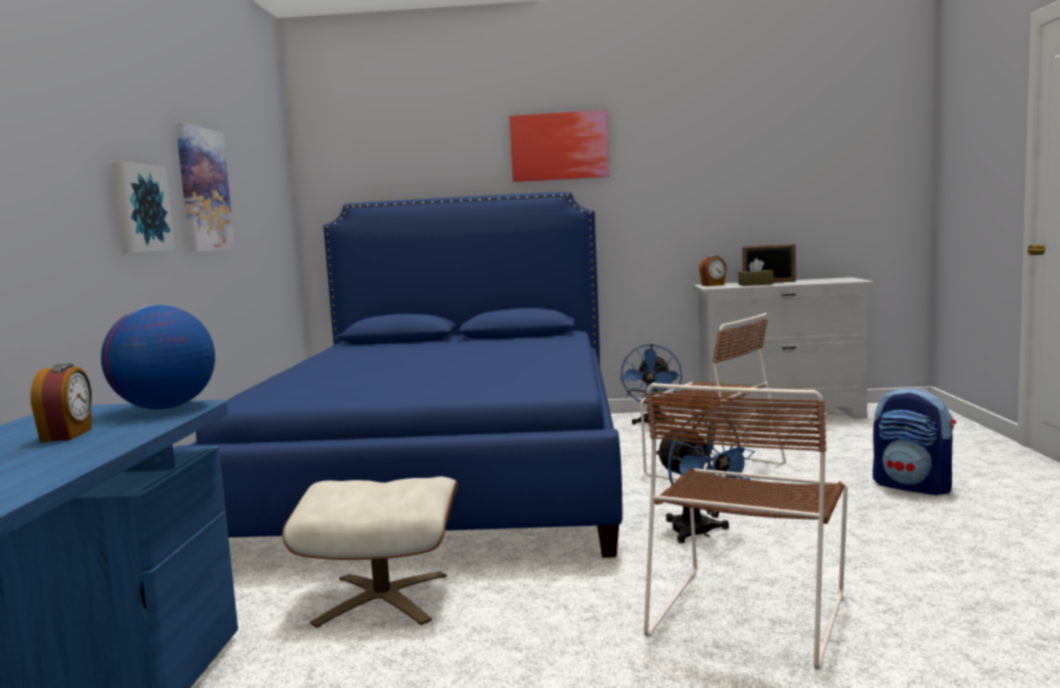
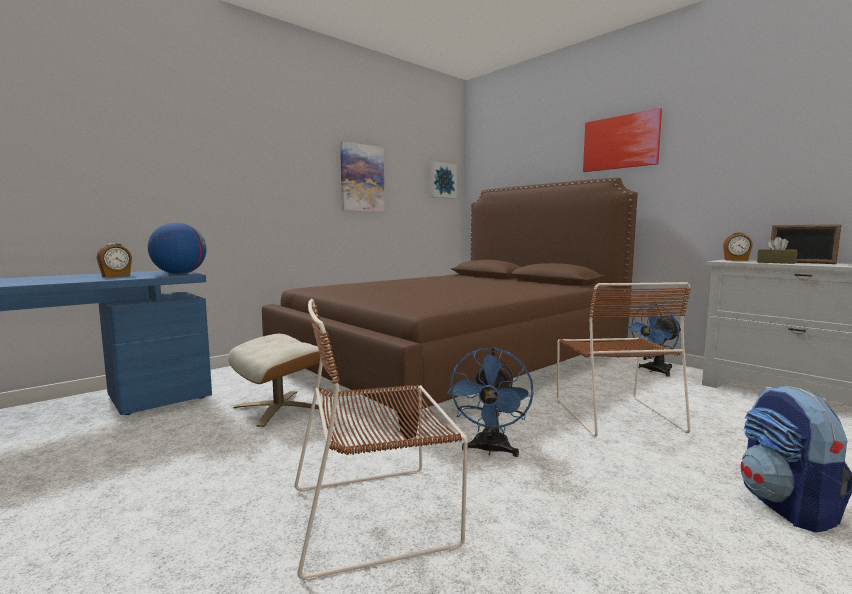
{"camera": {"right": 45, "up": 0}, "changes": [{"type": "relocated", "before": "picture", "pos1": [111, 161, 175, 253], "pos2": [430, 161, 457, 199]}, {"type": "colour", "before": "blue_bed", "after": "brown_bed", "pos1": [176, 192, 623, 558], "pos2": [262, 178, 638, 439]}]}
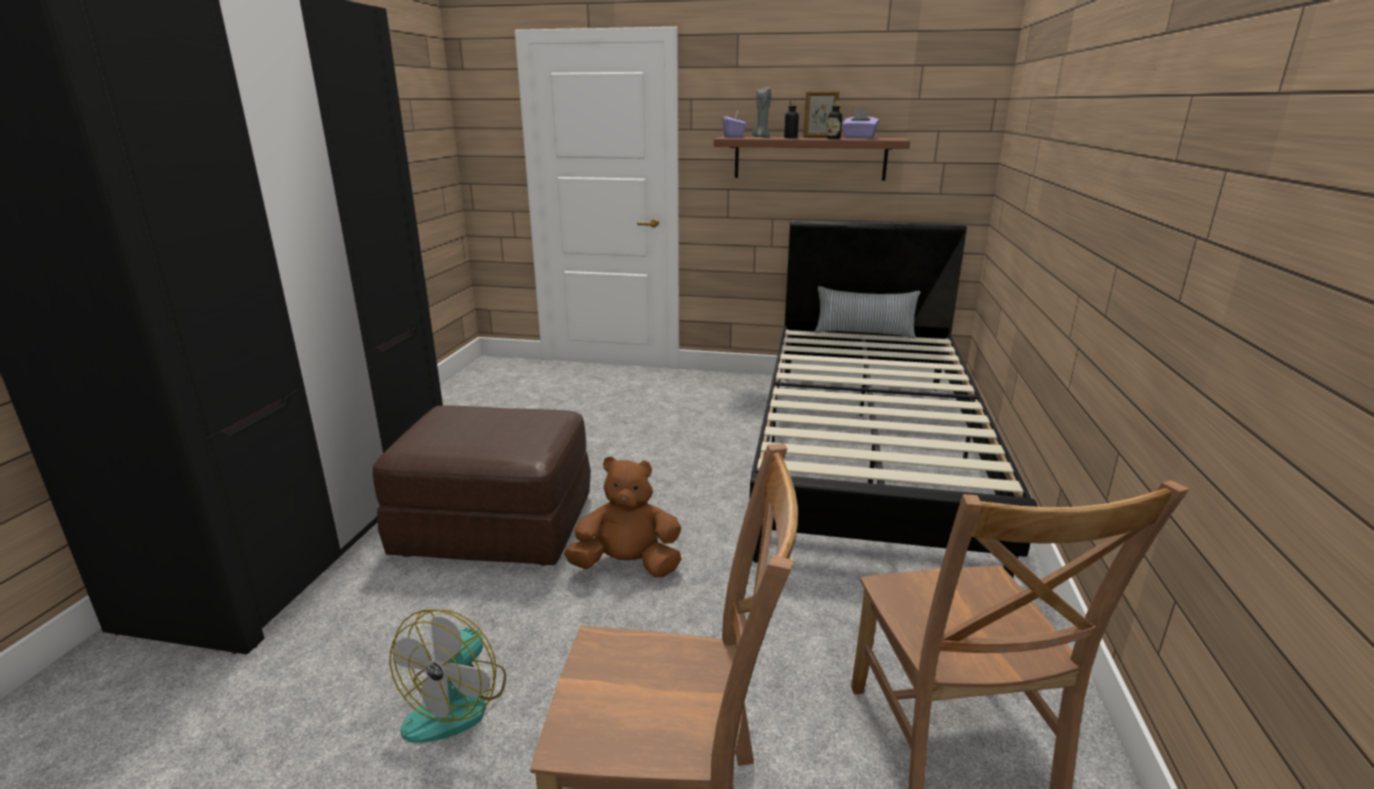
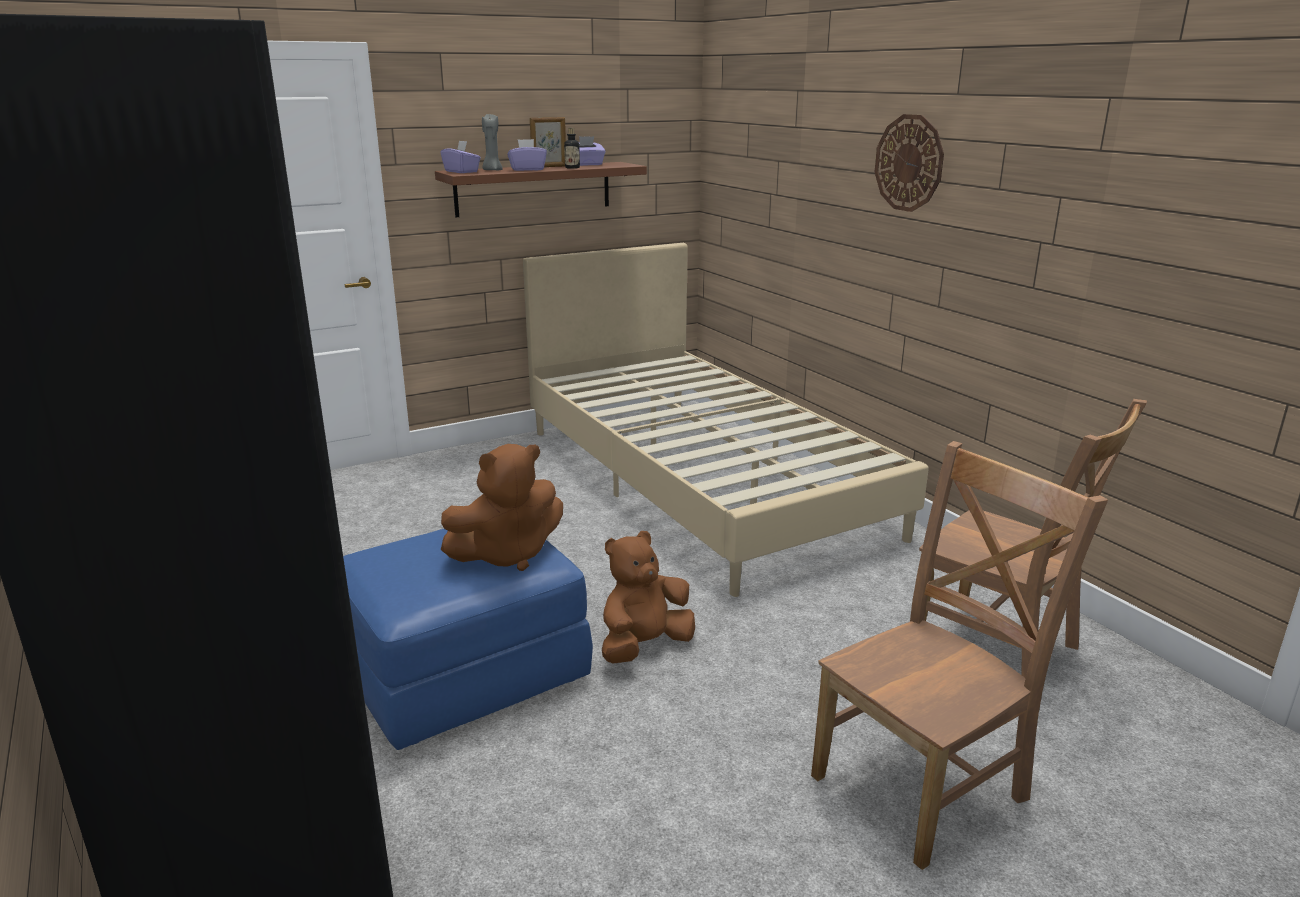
{"camera": {"right": -40, "up": 0}, "changes": [{"type": "missing", "before": "fan", "pos1": [390, 609, 506, 743]}, {"type": "missing", "before": "pillow", "pos1": [815, 286, 920, 339]}, {"type": "appeared", "after": "brown_plush_toy", "pos2": [441, 444, 563, 571]}, {"type": "appeared", "after": "wall_clock", "pos2": [875, 114, 944, 212]}, {"type": "exchanged", "before": "bottle", "after": "purple_tissue_box", "pos1": [784, 100, 799, 138], "pos2": [507, 139, 547, 171]}, {"type": "colour", "before": "brown_ottoman", "after": "blue_ottoman", "pos1": [373, 405, 591, 566], "pos2": [343, 529, 593, 750]}, {"type": "colour", "before": "black_bed", "after": "beige_bed", "pos1": [749, 220, 1038, 578], "pos2": [523, 243, 929, 597]}]}
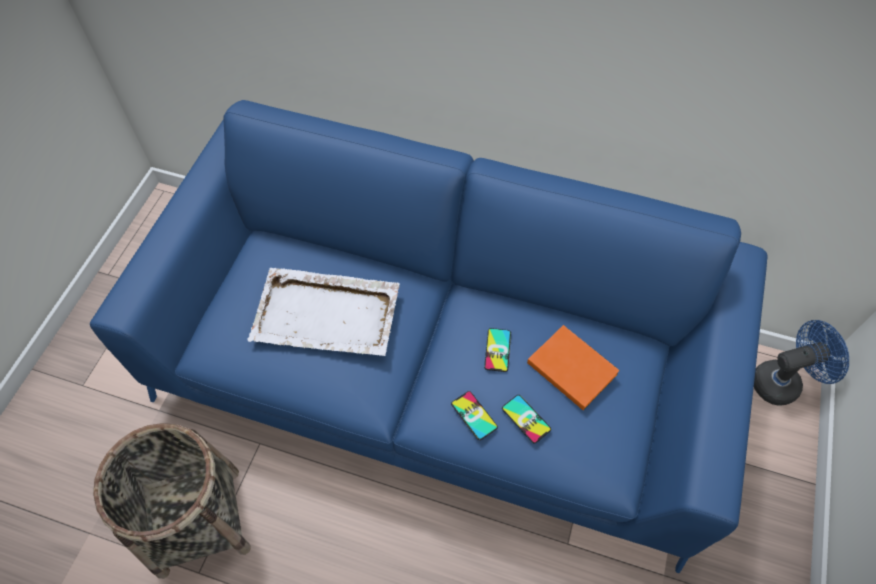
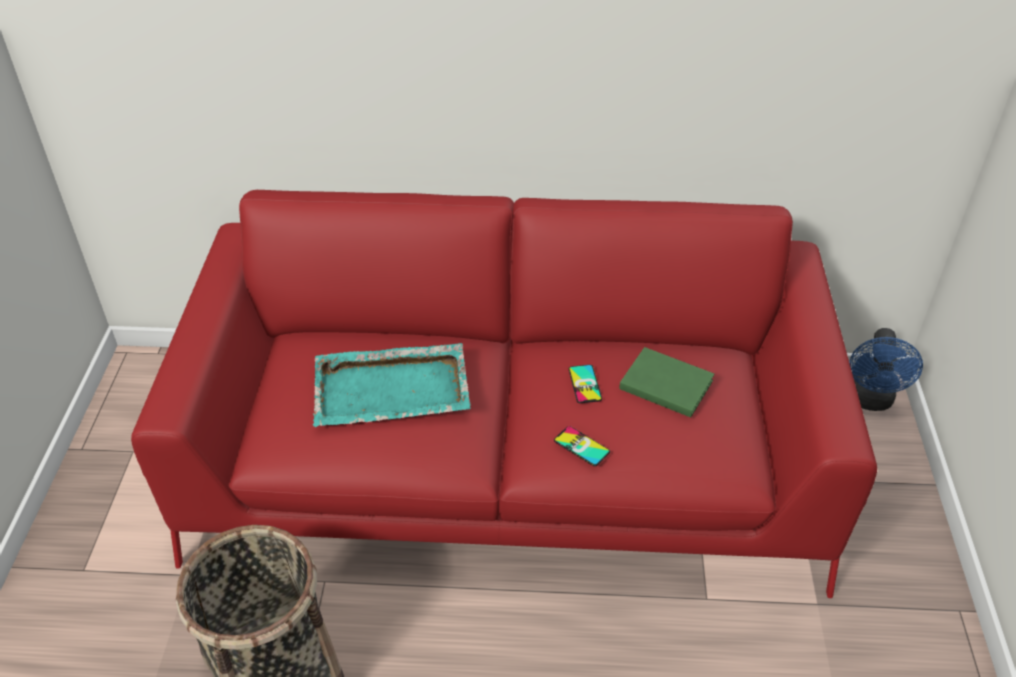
{"camera": {"right": -15, "up": -15}, "changes": [{"type": "missing", "before": "phone", "pos1": [502, 395, 551, 443]}, {"type": "colour", "before": "blue_sofa", "after": "red_sofa", "pos1": [90, 100, 768, 573], "pos2": [131, 190, 877, 598]}, {"type": "colour", "before": "white_tray", "after": "turquoise_tray", "pos1": [248, 268, 400, 356], "pos2": [313, 343, 471, 427]}, {"type": "colour", "before": "orange_book", "after": "green_book", "pos1": [527, 325, 620, 410], "pos2": [619, 347, 714, 417]}, {"type": "spun", "before": "blue_fan", "pos1": [754, 320, 849, 406], "pos2": [849, 328, 923, 411], "turn": 135}]}
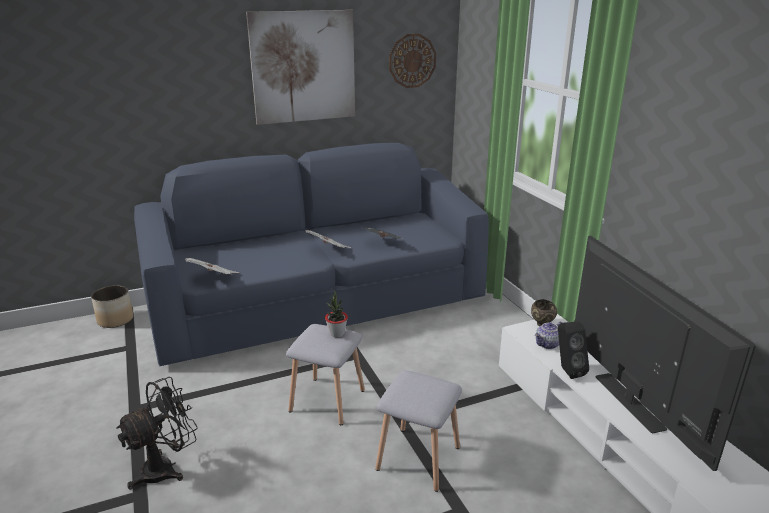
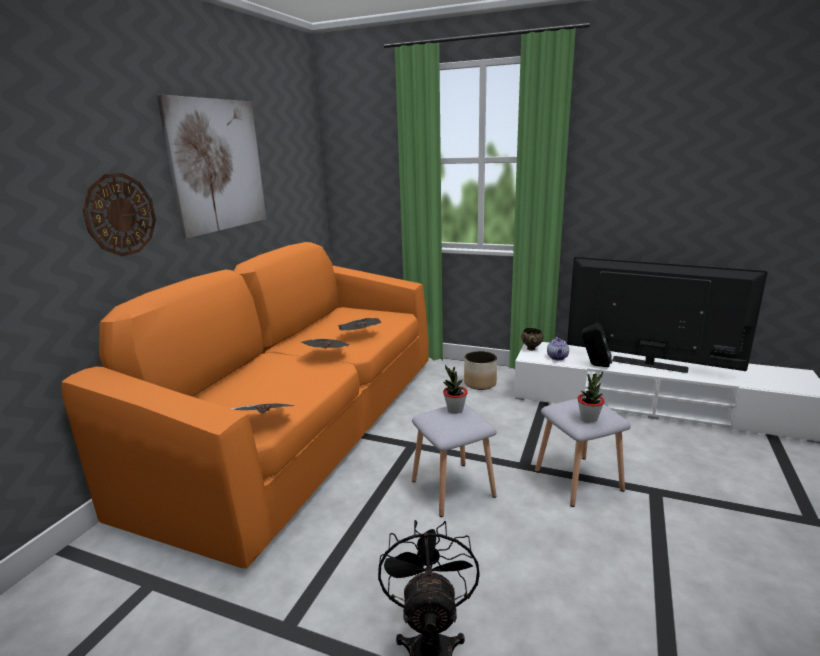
{"camera": {"right": -45, "up": -5}, "changes": [{"type": "appeared", "after": "potted_plant", "pos2": [577, 372, 605, 423]}, {"type": "relocated", "before": "planter", "pos1": [91, 285, 133, 328], "pos2": [464, 351, 497, 390]}, {"type": "relocated", "before": "wall_clock", "pos1": [389, 34, 436, 88], "pos2": [83, 173, 156, 256]}, {"type": "colour", "before": "blue_sofa", "after": "orange_sofa", "pos1": [134, 143, 489, 366], "pos2": [61, 242, 429, 568]}]}
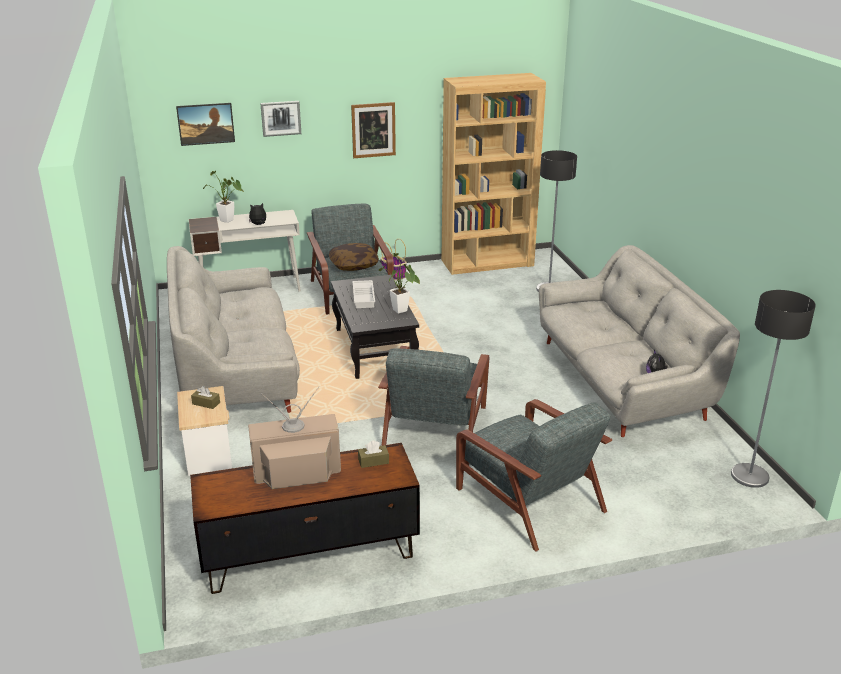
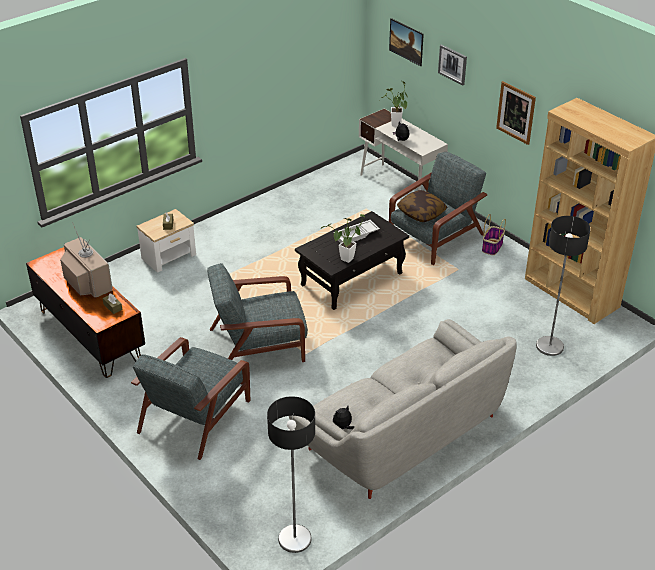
{"camera": {"right": 65, "up": 10}, "changes": [{"type": "missing", "before": "grey_sofa", "pos1": [167, 246, 300, 413]}]}
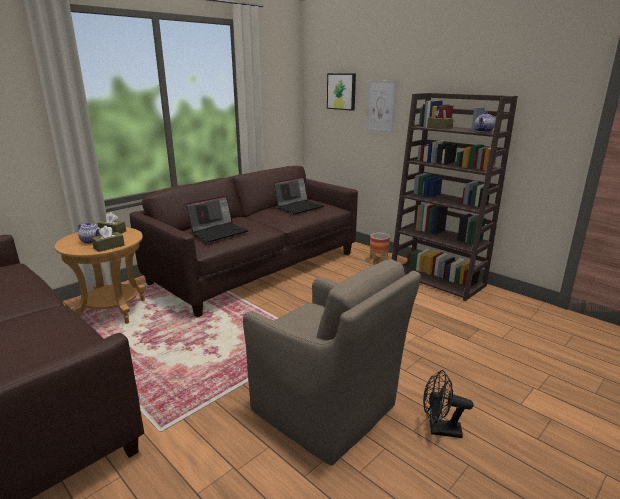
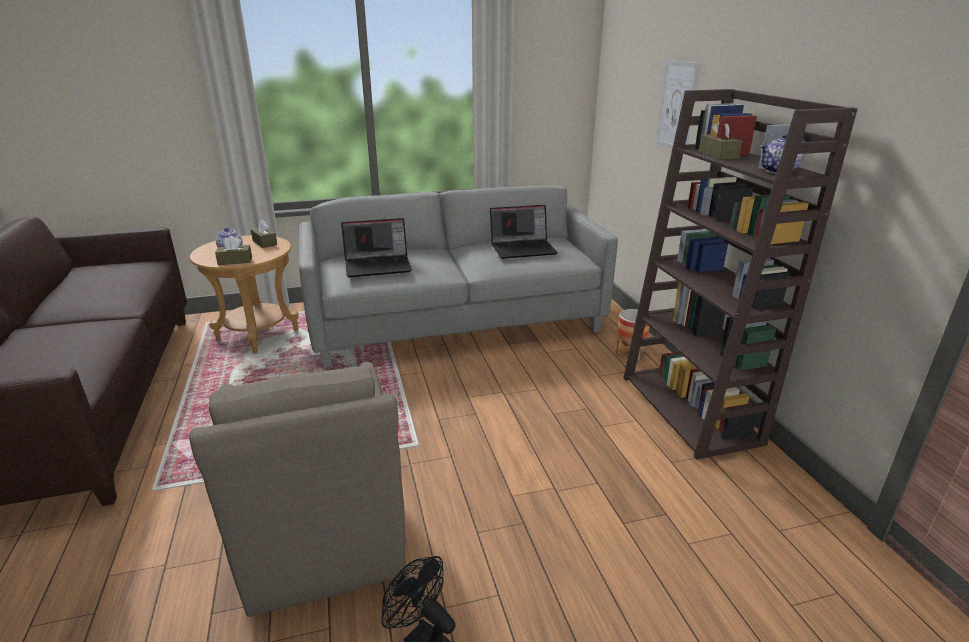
{"camera": {"right": 30, "up": 5}, "changes": [{"type": "missing", "before": "picture", "pos1": [327, 73, 356, 111]}, {"type": "colour", "before": "brown_sofa", "after": "grey_sofa", "pos1": [130, 166, 358, 317], "pos2": [299, 185, 618, 368]}]}
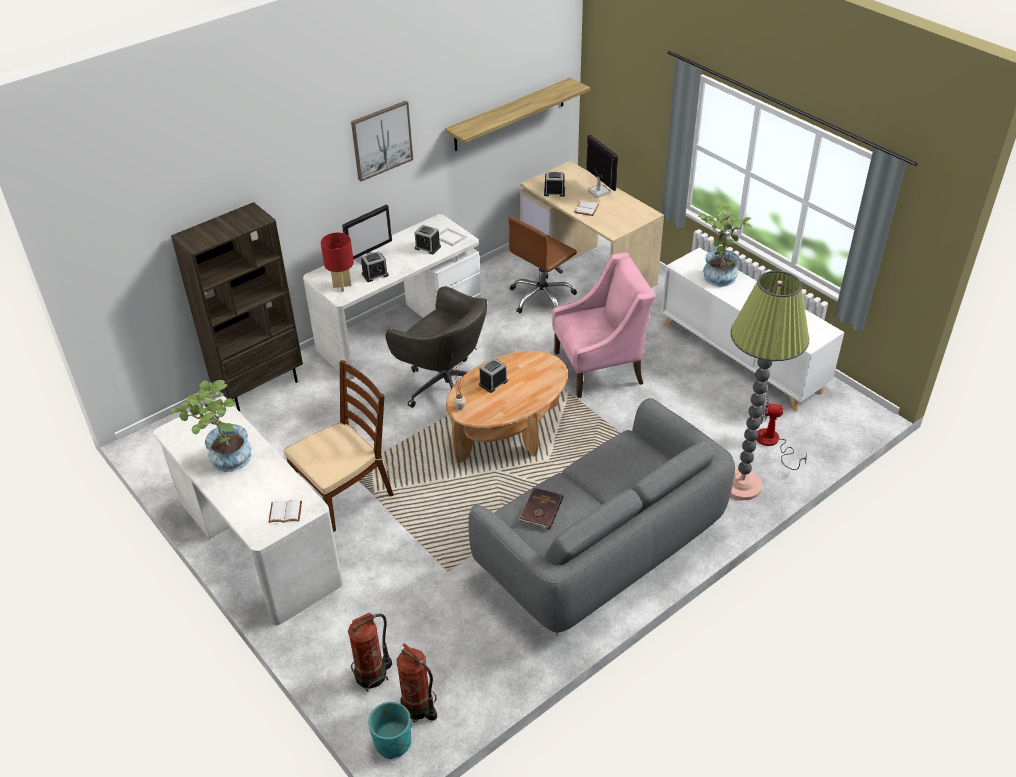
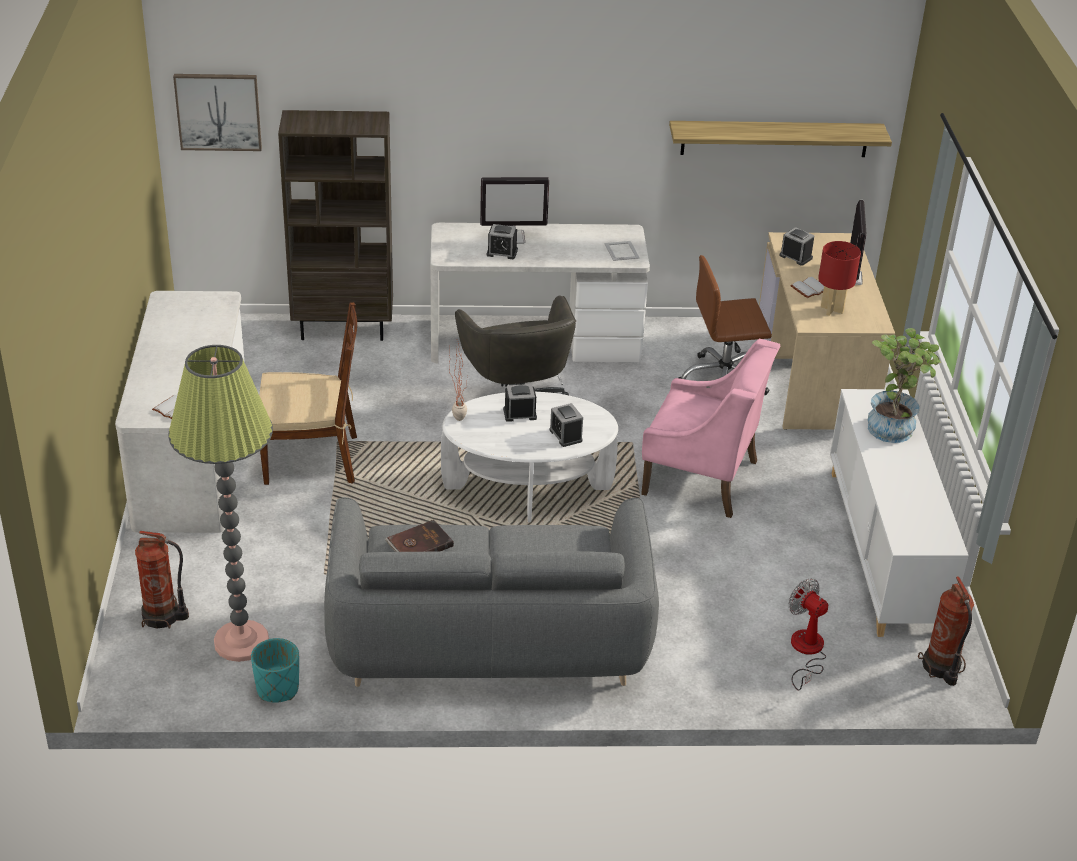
{"camera": {"right": 35, "up": -5}, "changes": [{"type": "missing", "before": "potted_plant", "pos1": [171, 380, 251, 472]}, {"type": "relocated", "before": "red_table_lamp", "pos1": [321, 233, 354, 292], "pos2": [818, 241, 861, 316]}, {"type": "relocated", "before": "picture", "pos1": [351, 101, 413, 181], "pos2": [173, 74, 262, 151]}, {"type": "relocated", "before": "turquoise_planter", "pos1": [368, 702, 411, 759], "pos2": [251, 638, 299, 703]}, {"type": "relocated", "before": "fire_extinguisher", "pos1": [397, 643, 437, 723], "pos2": [918, 576, 974, 686]}, {"type": "relocated", "before": "alarm_clock", "pos1": [415, 225, 441, 254], "pos2": [550, 403, 583, 447]}, {"type": "relocated", "before": "floor_lamp", "pos1": [730, 271, 809, 500], "pos2": [168, 345, 273, 662]}, {"type": "colour", "before": "brown_coffee_table", "after": "white_coffee_table", "pos1": [446, 351, 568, 463], "pos2": [441, 392, 618, 522]}]}
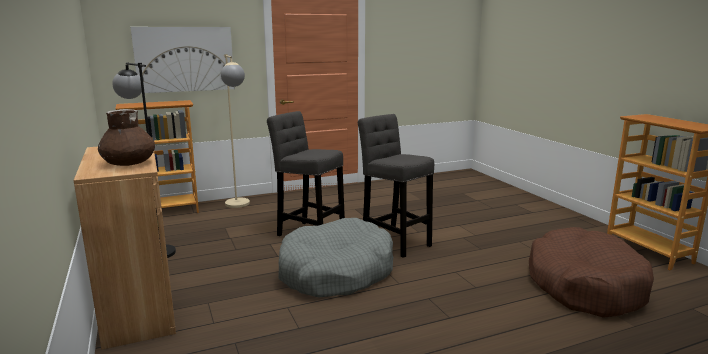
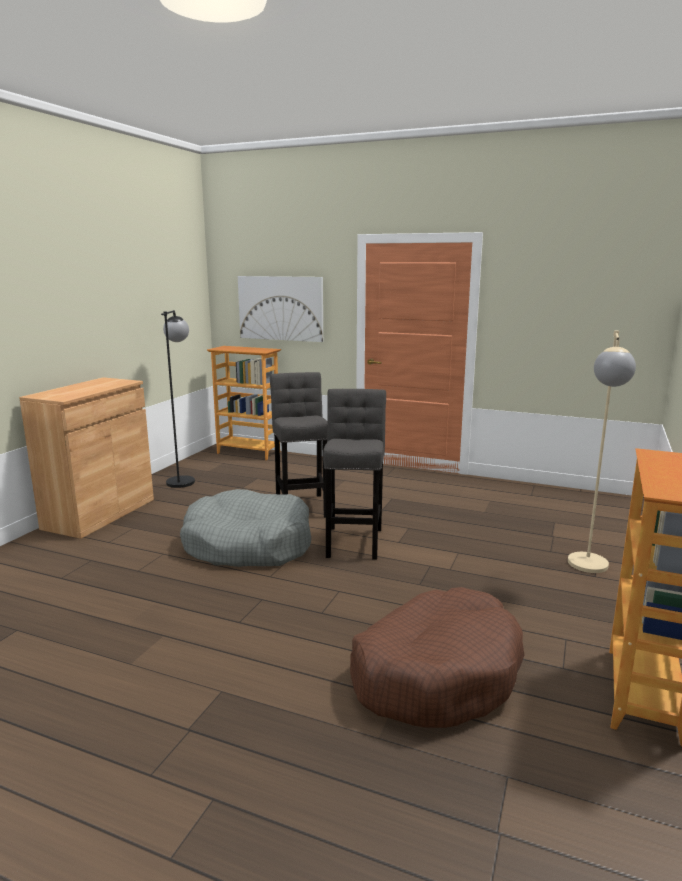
{"camera": {"right": 45, "up": 0}, "changes": [{"type": "missing", "before": "brown_vase", "pos1": [98, 109, 155, 166]}, {"type": "relocated", "before": "beige_floor_lamp", "pos1": [221, 54, 250, 208], "pos2": [568, 331, 636, 573]}]}
